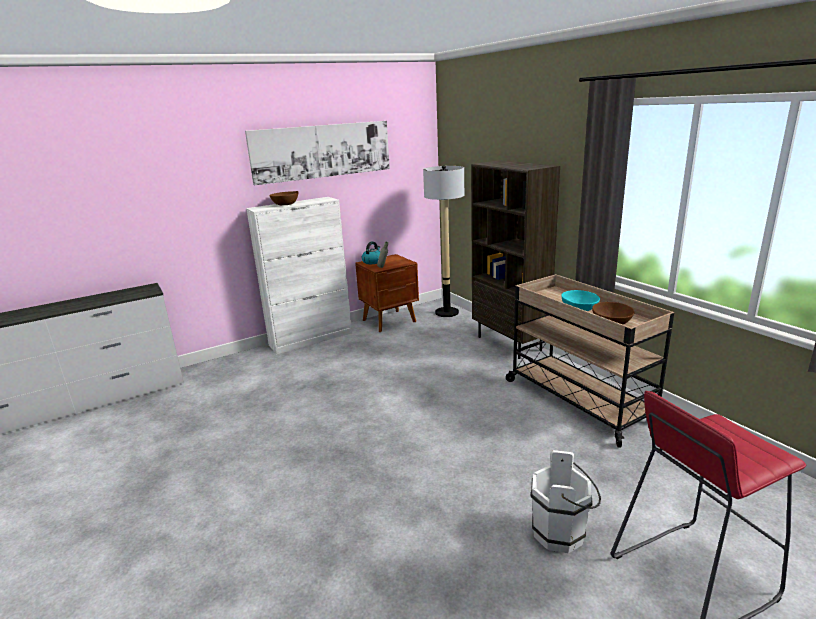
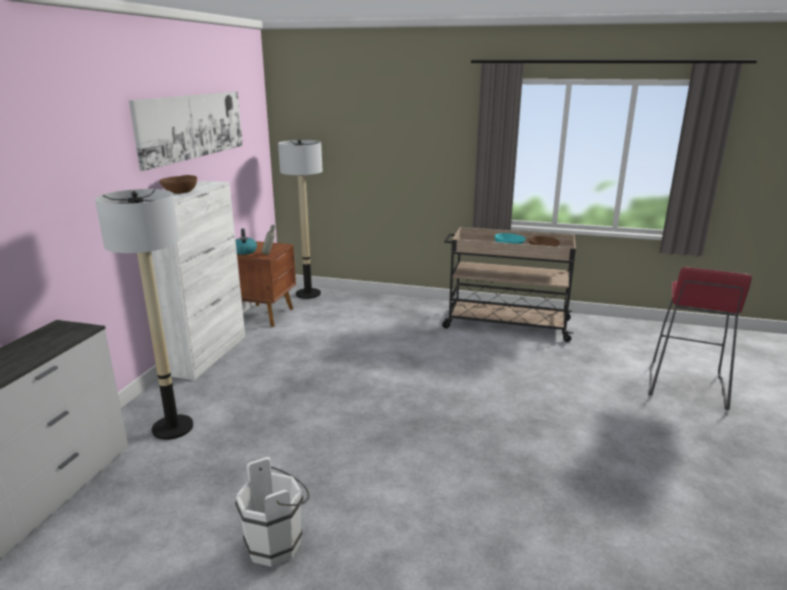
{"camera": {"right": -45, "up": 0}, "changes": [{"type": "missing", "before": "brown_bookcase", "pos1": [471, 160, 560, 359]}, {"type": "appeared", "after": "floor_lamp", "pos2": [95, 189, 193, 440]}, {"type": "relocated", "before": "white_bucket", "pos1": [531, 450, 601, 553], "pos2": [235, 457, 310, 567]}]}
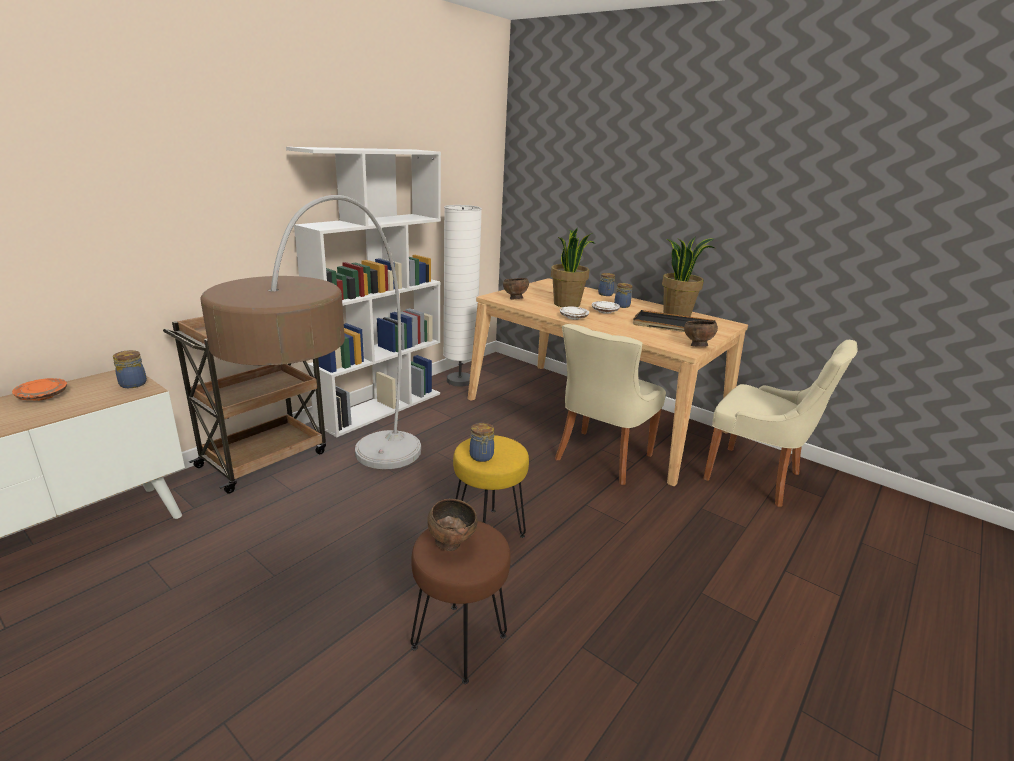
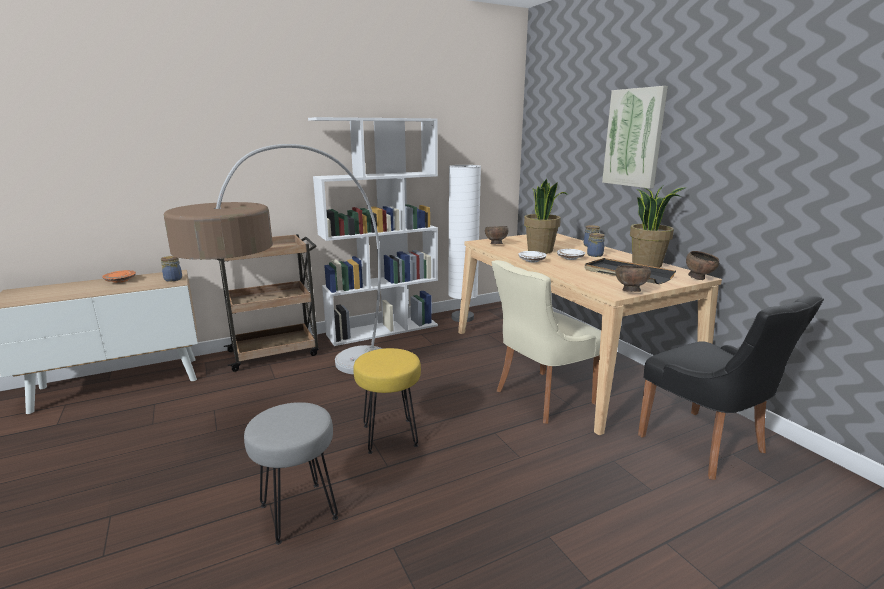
{"camera": {"right": 25, "up": -5}, "changes": [{"type": "missing", "before": "jar", "pos1": [470, 423, 494, 462]}, {"type": "appeared", "after": "picture", "pos2": [602, 86, 668, 189]}, {"type": "relocated", "before": "brown_bowl", "pos1": [427, 499, 478, 551], "pos2": [686, 251, 719, 280]}, {"type": "colour", "before": "brown_stool", "after": "grey_stool", "pos1": [410, 521, 511, 684], "pos2": [244, 402, 338, 545]}, {"type": "colour", "before": "beige_chair", "after": "black_chair", "pos1": [703, 340, 858, 507], "pos2": [638, 296, 824, 480]}]}
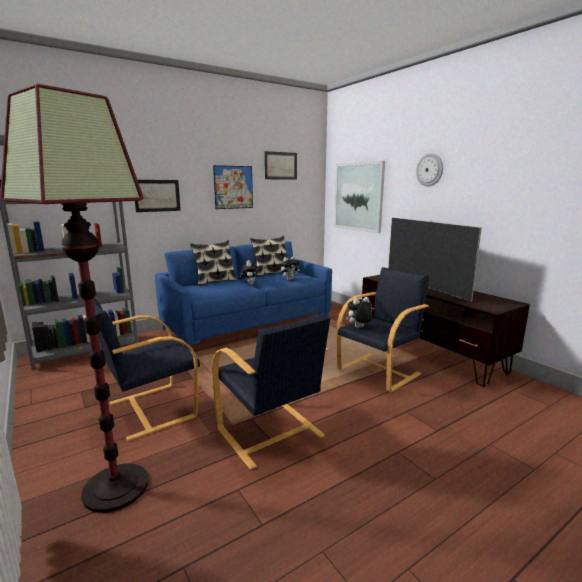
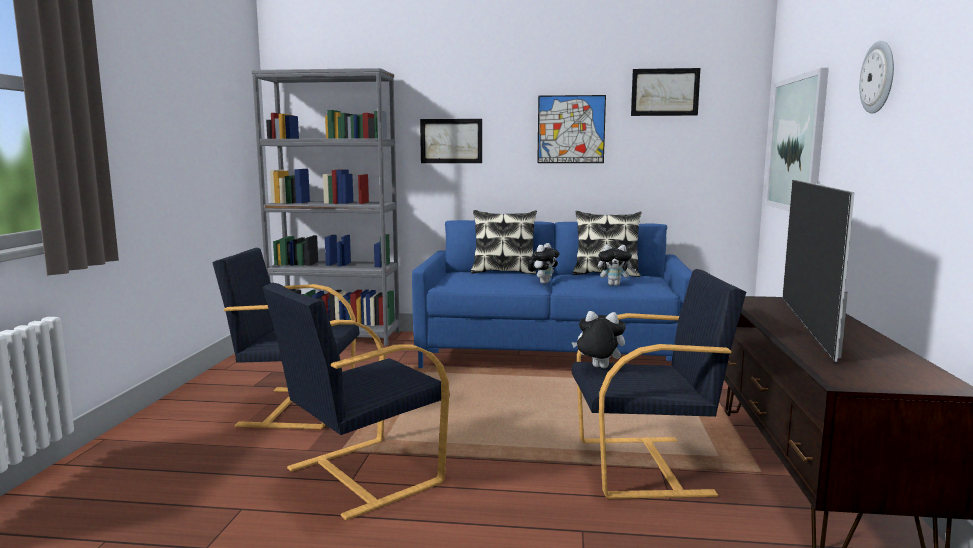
{"camera": {"right": 40, "up": -5}, "changes": [{"type": "missing", "before": "floor_lamp", "pos1": [0, 84, 148, 513]}, {"type": "spun", "before": "black_armchair", "pos1": [212, 314, 330, 470], "pos2": [263, 283, 449, 520], "turn": 45}]}
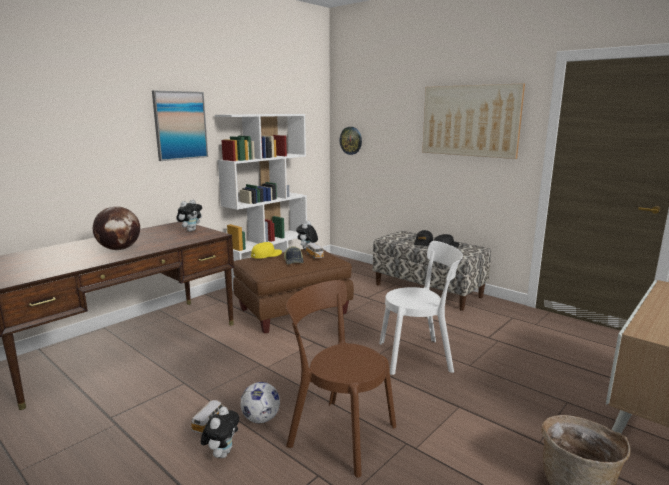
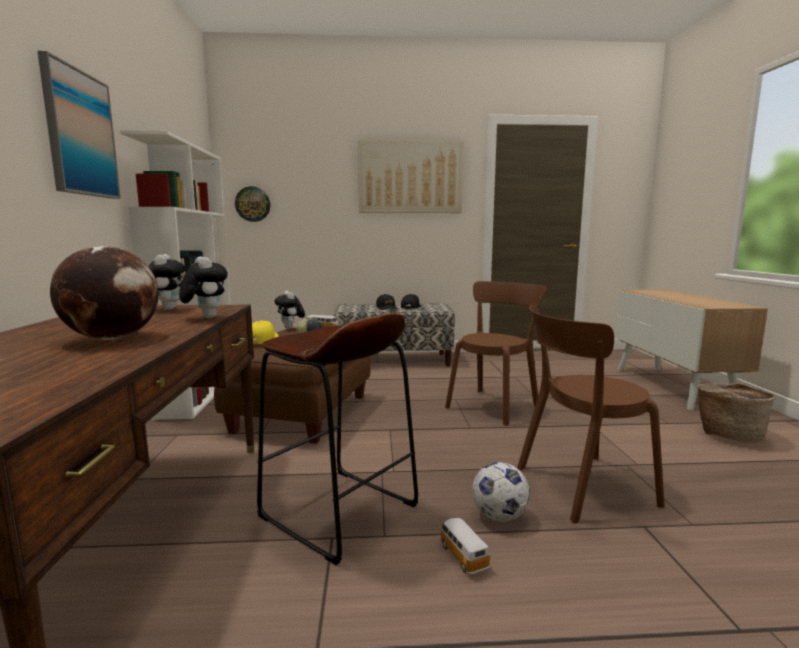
{"camera": {"right": -45, "up": -5}, "changes": [{"type": "appeared", "after": "brown_stool", "pos2": [257, 313, 418, 565]}, {"type": "relocated", "before": "plush_toy", "pos1": [201, 406, 239, 458], "pos2": [179, 256, 228, 318]}, {"type": "colour", "before": "white_chair", "after": "brown_chair", "pos1": [379, 241, 463, 375], "pos2": [445, 281, 546, 426]}]}
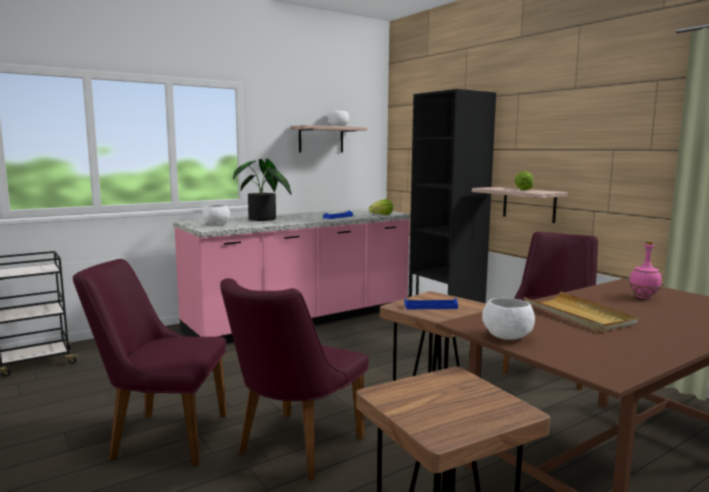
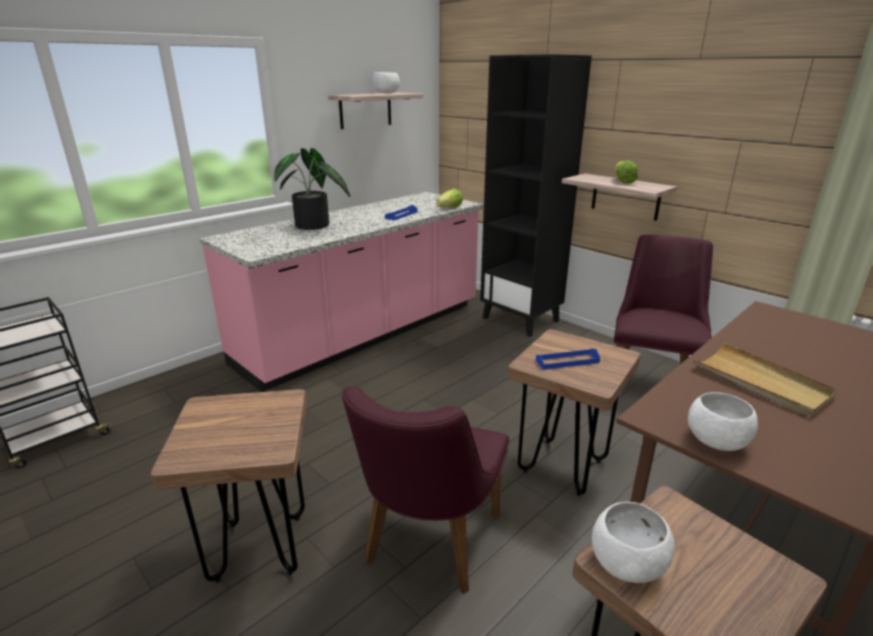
{"camera": {"right": -10, "up": 15}, "changes": [{"type": "missing", "before": "pink_bottle", "pos1": [629, 241, 662, 299]}, {"type": "relocated", "before": "white_bowl", "pos1": [202, 205, 230, 226], "pos2": [592, 502, 675, 583]}, {"type": "exchanged", "before": "purple_chair", "after": "brown_stool", "pos1": [73, 259, 227, 466], "pos2": [151, 389, 307, 583]}]}
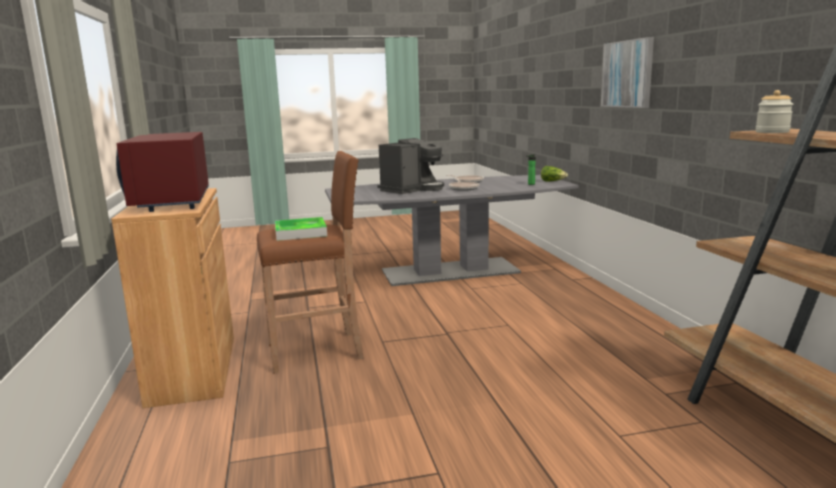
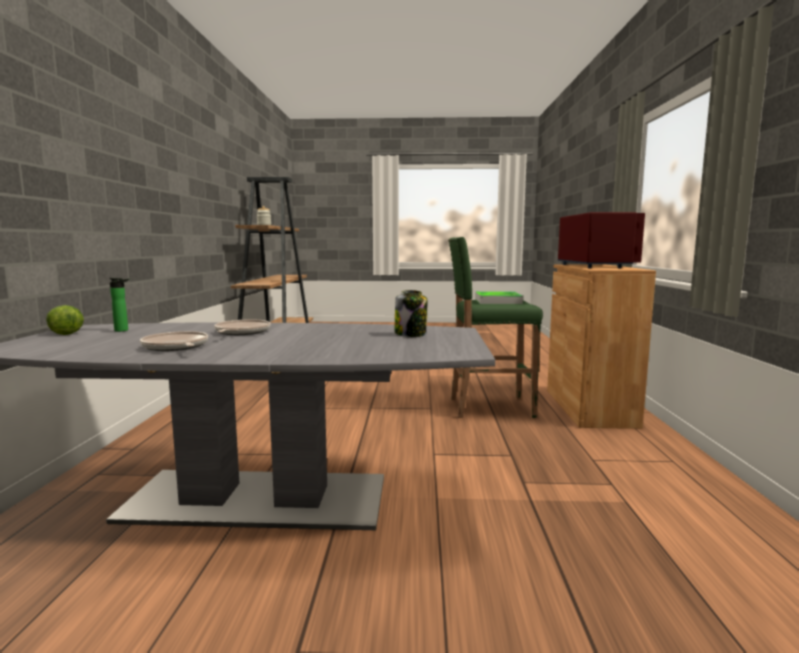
{"camera": {"right": -165, "up": -5}, "changes": [{"type": "missing", "before": "coffee_machine", "pos1": [377, 138, 444, 194]}, {"type": "missing", "before": "picture", "pos1": [601, 37, 654, 108]}, {"type": "appeared", "after": "jar", "pos2": [395, 290, 428, 337]}, {"type": "colour", "before": "brown_stool", "after": "green_stool", "pos1": [257, 151, 364, 374], "pos2": [448, 237, 543, 418]}]}
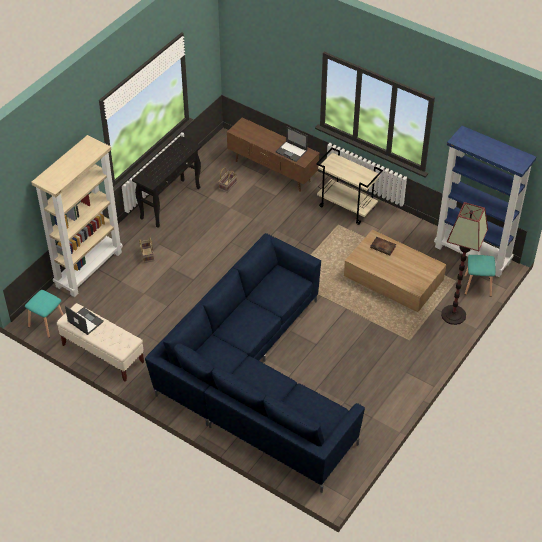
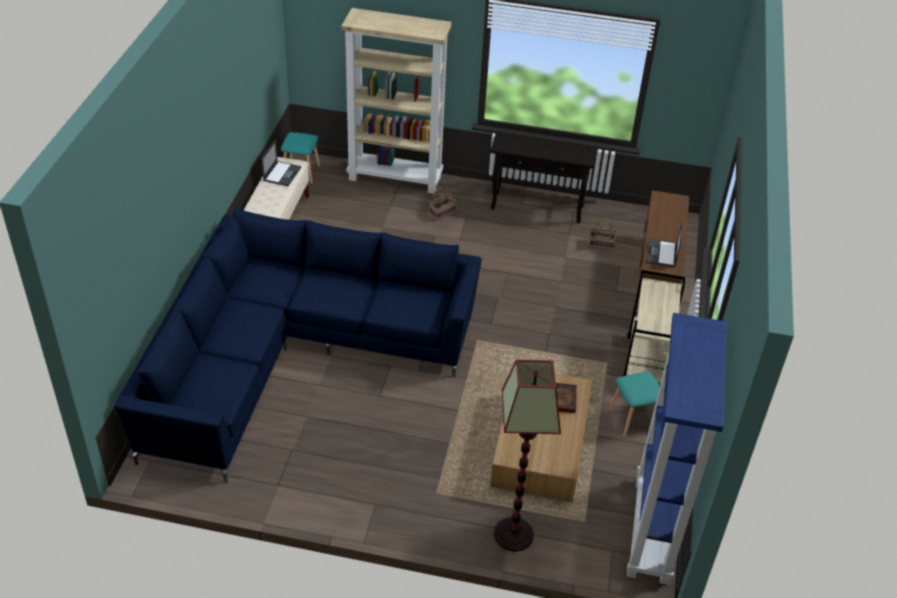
{"camera": {"right": 65, "up": -5}, "changes": [{"type": "relocated", "before": "turquoise_stool", "pos1": [464, 255, 495, 297], "pos2": [608, 372, 660, 438]}]}
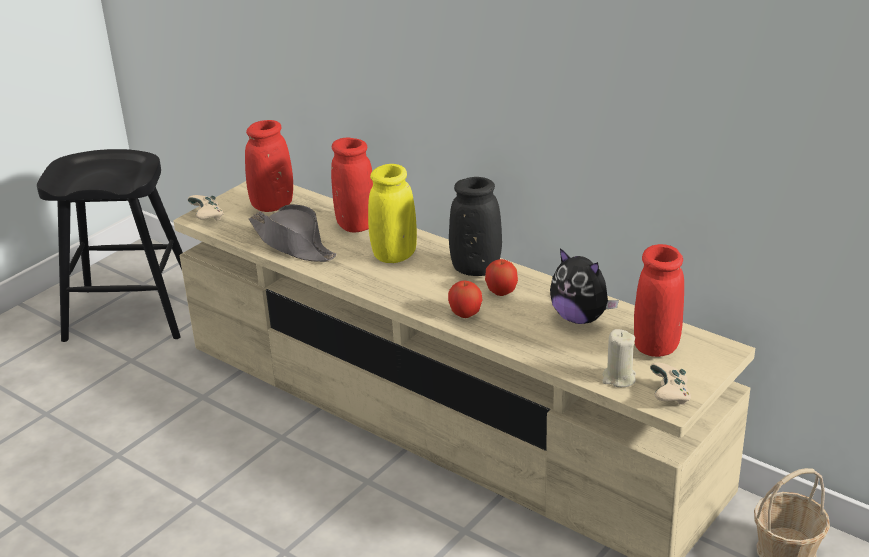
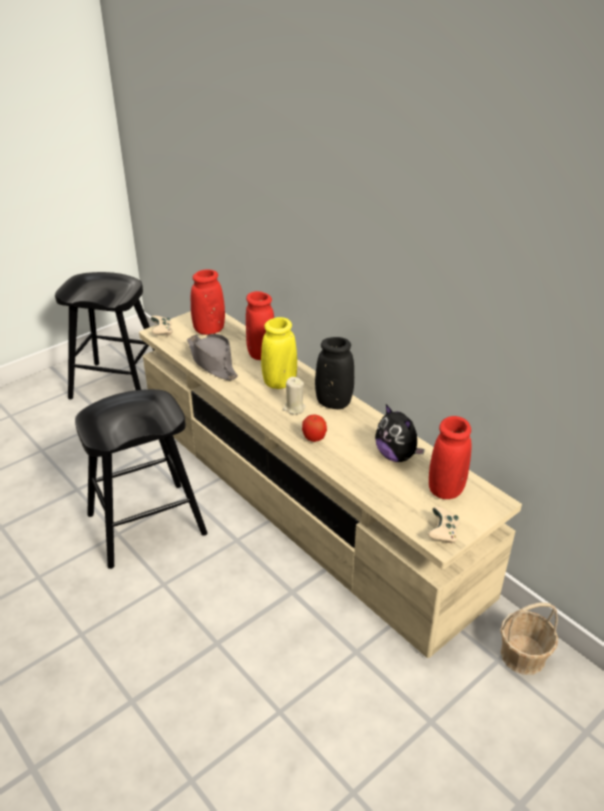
{"camera": {"right": 10, "up": 5}, "changes": [{"type": "missing", "before": "apple", "pos1": [485, 259, 518, 296]}, {"type": "appeared", "after": "black_stool", "pos2": [75, 389, 207, 569]}, {"type": "relocated", "before": "beige_candle", "pos1": [602, 329, 636, 387], "pos2": [283, 377, 306, 415]}]}
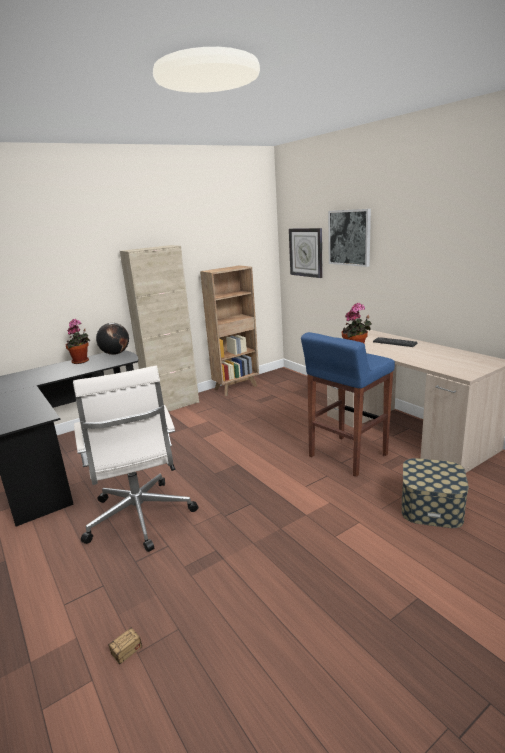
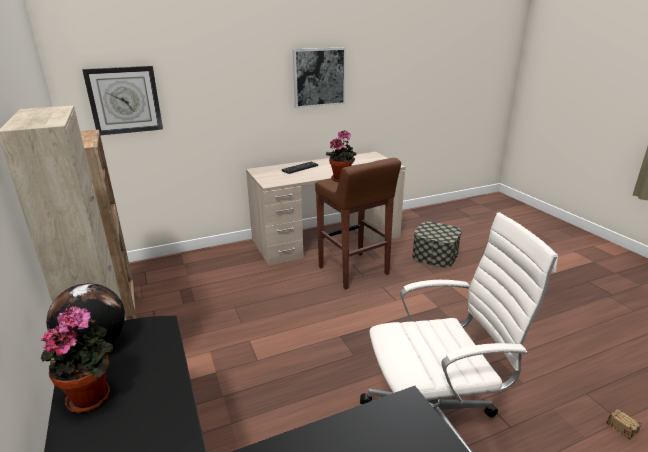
{"camera": {"right": -80, "up": 5}, "changes": [{"type": "relocated", "before": "picture", "pos1": [328, 209, 371, 267], "pos2": [293, 47, 346, 108]}, {"type": "colour", "before": "blue_stool", "after": "brown_stool", "pos1": [301, 332, 395, 477], "pos2": [315, 158, 401, 289]}]}
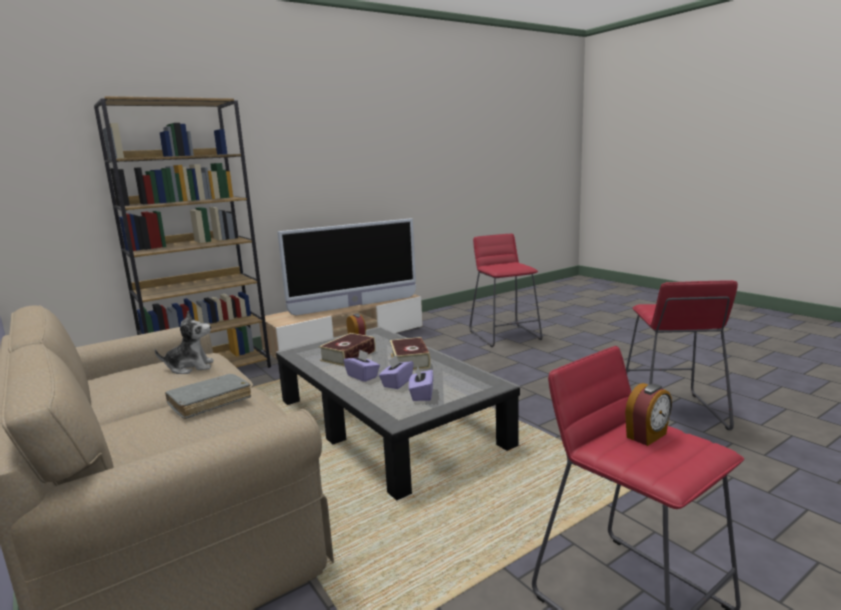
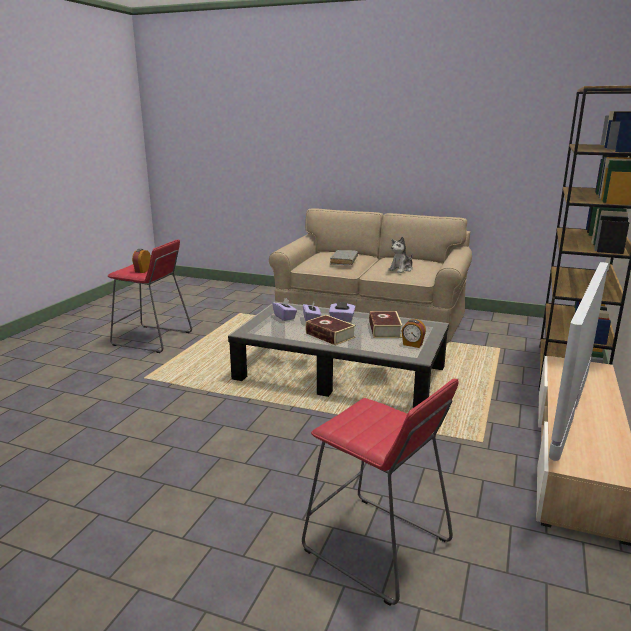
{"camera": {"right": 145, "up": 5}, "changes": [{"type": "missing", "before": "red_stool", "pos1": [626, 280, 738, 430]}]}
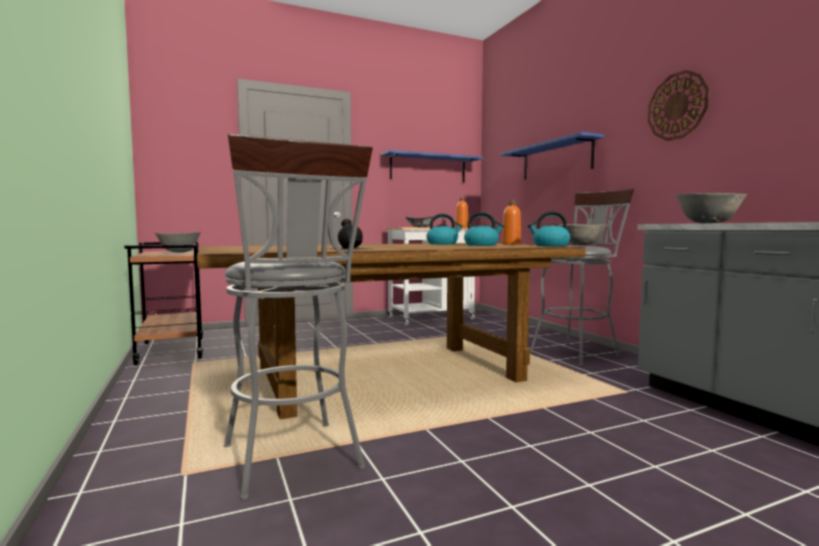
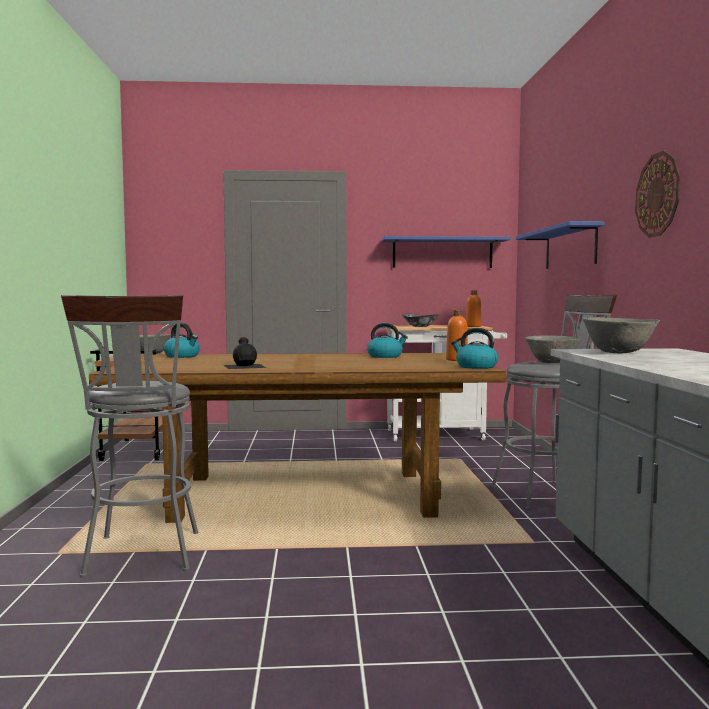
{"camera": {"right": 20, "up": 0}, "changes": [{"type": "relocated", "before": "kettle", "pos1": [464, 212, 504, 246], "pos2": [164, 323, 200, 358]}]}
